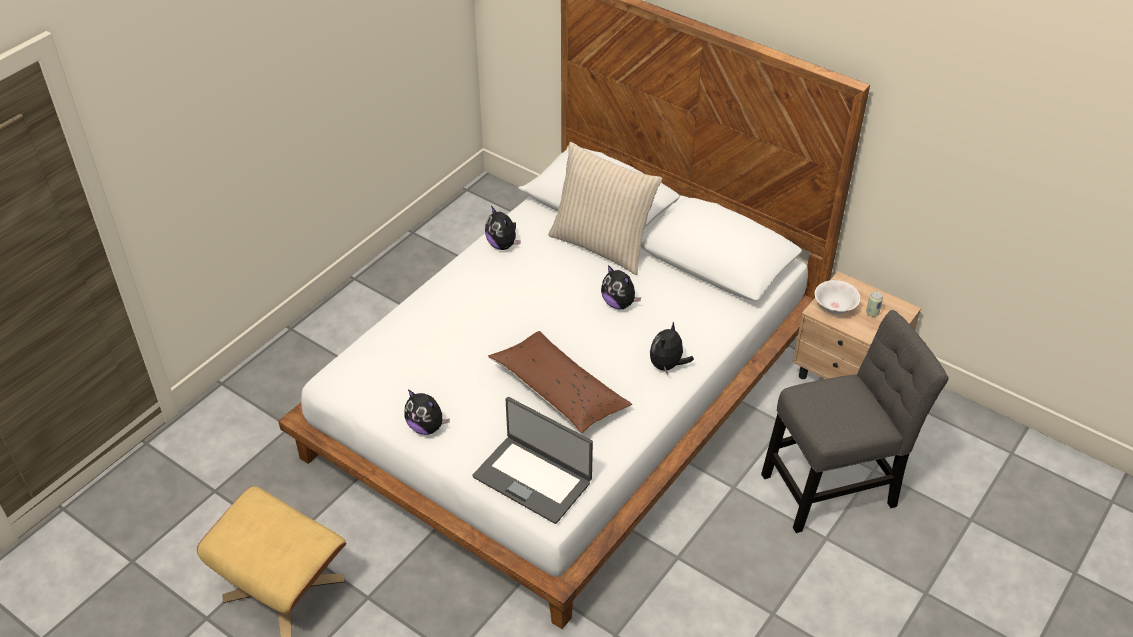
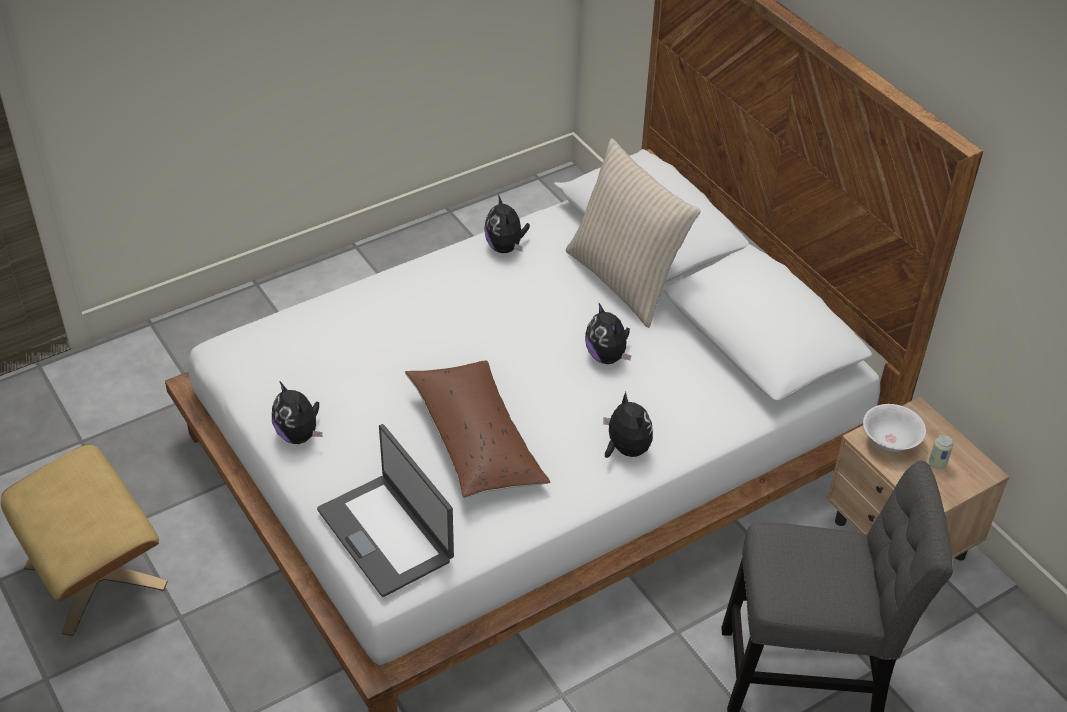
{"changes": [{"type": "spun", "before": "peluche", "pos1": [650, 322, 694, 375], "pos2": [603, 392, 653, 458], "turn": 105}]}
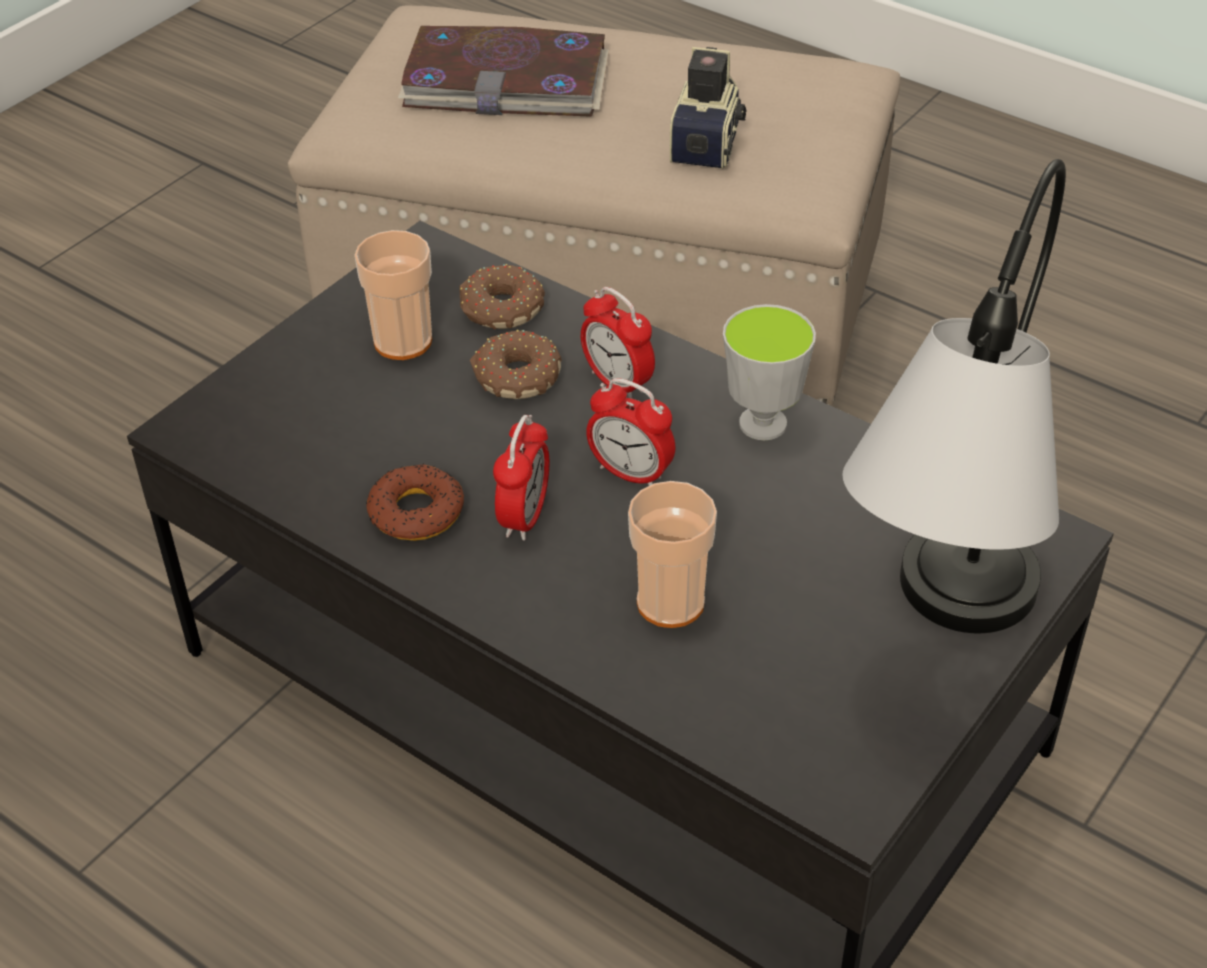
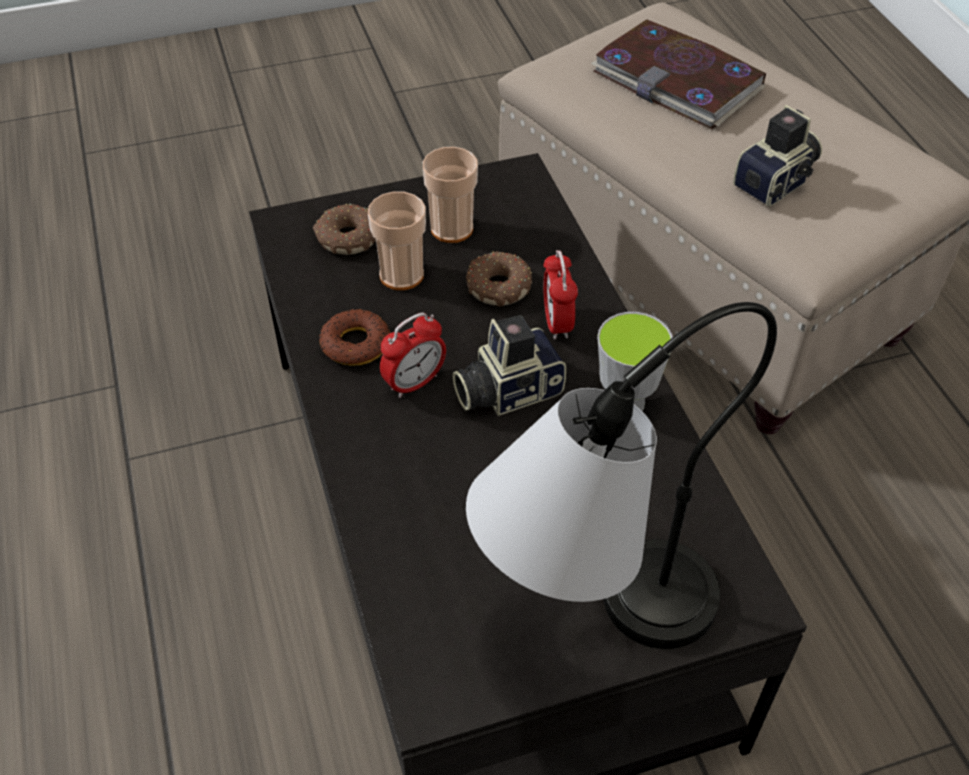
{"changes": [{"type": "relocated", "before": "beignet", "pos1": [460, 264, 545, 330], "pos2": [313, 204, 376, 255]}, {"type": "relocated", "before": "tasse", "pos1": [628, 481, 717, 628], "pos2": [368, 192, 426, 290]}, {"type": "exchanged", "before": "réveil", "after": "appareil photo", "pos1": [586, 378, 675, 486], "pos2": [452, 315, 566, 416]}]}
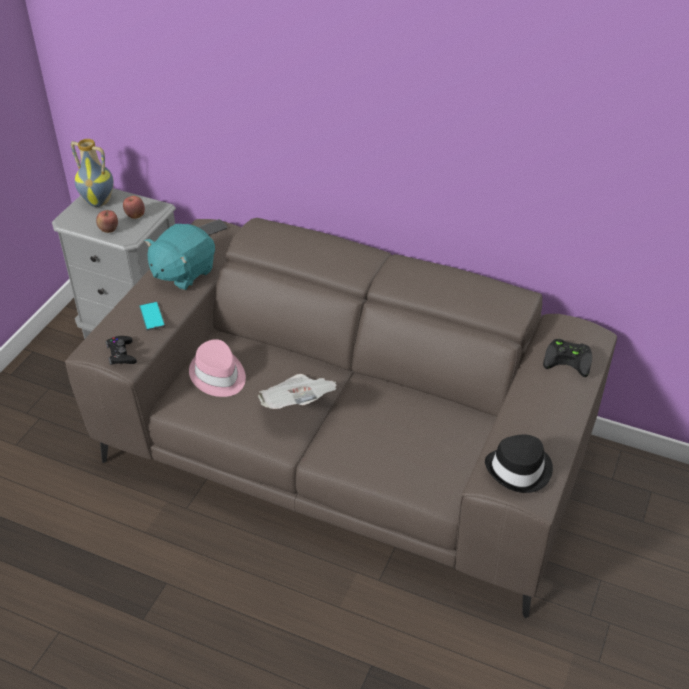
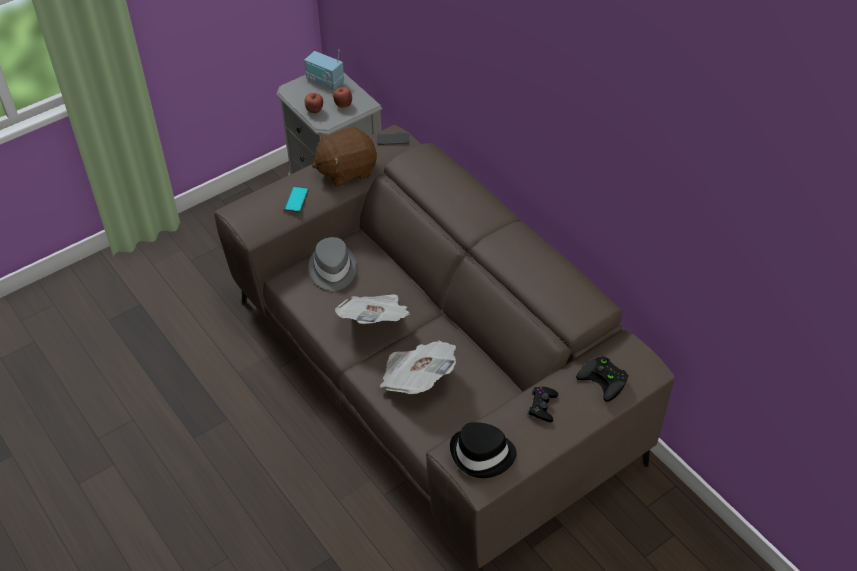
{"changes": [{"type": "appeared", "after": "journal", "pos2": [380, 341, 456, 394]}, {"type": "relocated", "before": "manette/noir", "pos1": [105, 336, 137, 365], "pos2": [528, 387, 558, 422]}, {"type": "exchanged", "before": "vase", "after": "radio", "pos1": [71, 139, 114, 207], "pos2": [304, 50, 344, 90]}, {"type": "colour", "before": "peluche/turquoise", "after": "peluche/marron", "pos1": [145, 224, 215, 290], "pos2": [312, 127, 377, 187]}, {"type": "colour", "before": "chapeau/rose", "after": "chapeau/gris", "pos1": [189, 339, 246, 397], "pos2": [309, 237, 357, 291]}]}
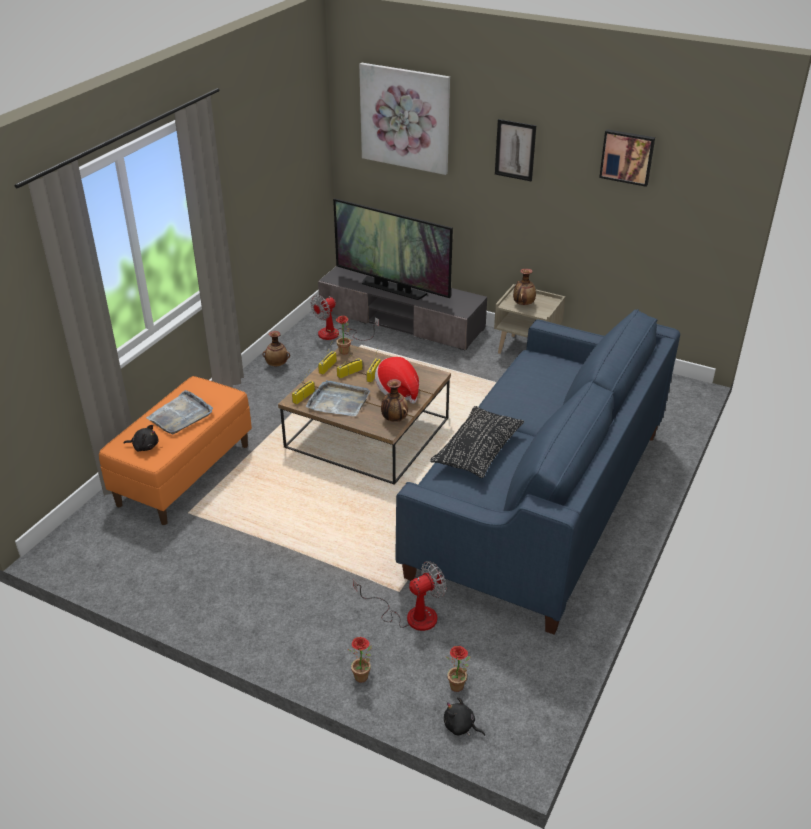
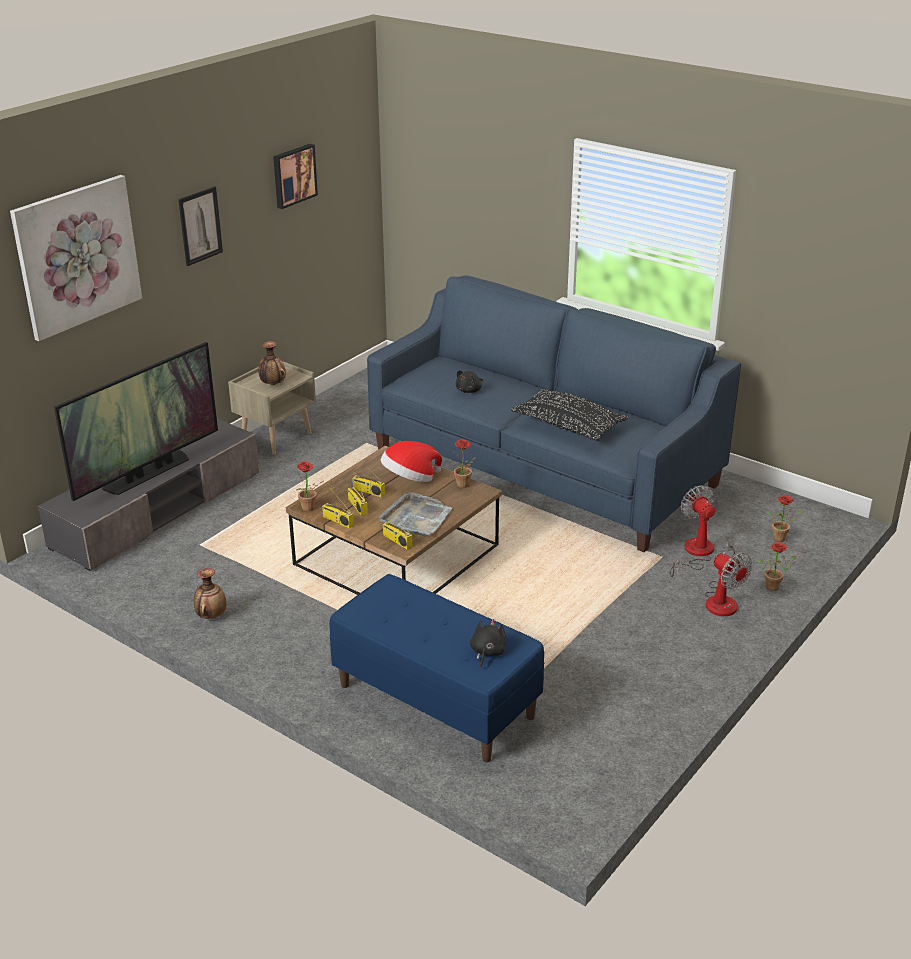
{"changes": [{"type": "missing", "before": "plateau/gris", "pos1": [146, 390, 213, 434]}, {"type": "relocated", "before": "ventilateur", "pos1": [311, 295, 379, 341], "pos2": [705, 539, 752, 616]}, {"type": "relocated", "before": "peluche/noir", "pos1": [444, 697, 485, 736], "pos2": [456, 370, 483, 393]}, {"type": "exchanged", "before": "vase", "after": "plante en pot", "pos1": [381, 379, 408, 422], "pos2": [453, 439, 476, 488]}, {"type": "colour", "before": "banc/orange", "after": "banc/bleu", "pos1": [99, 376, 252, 525], "pos2": [329, 574, 544, 763]}]}
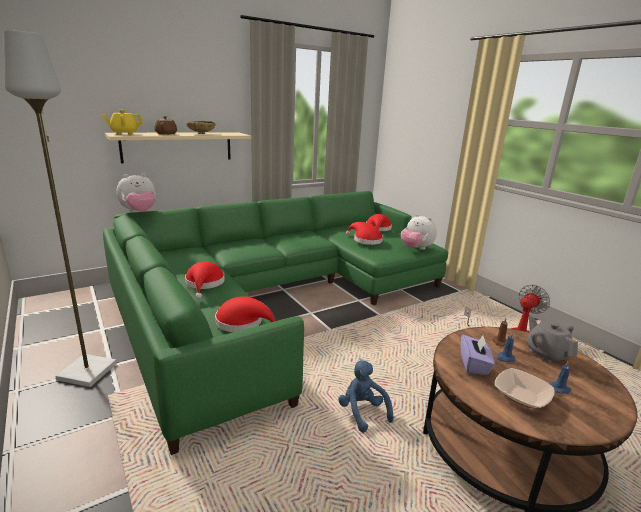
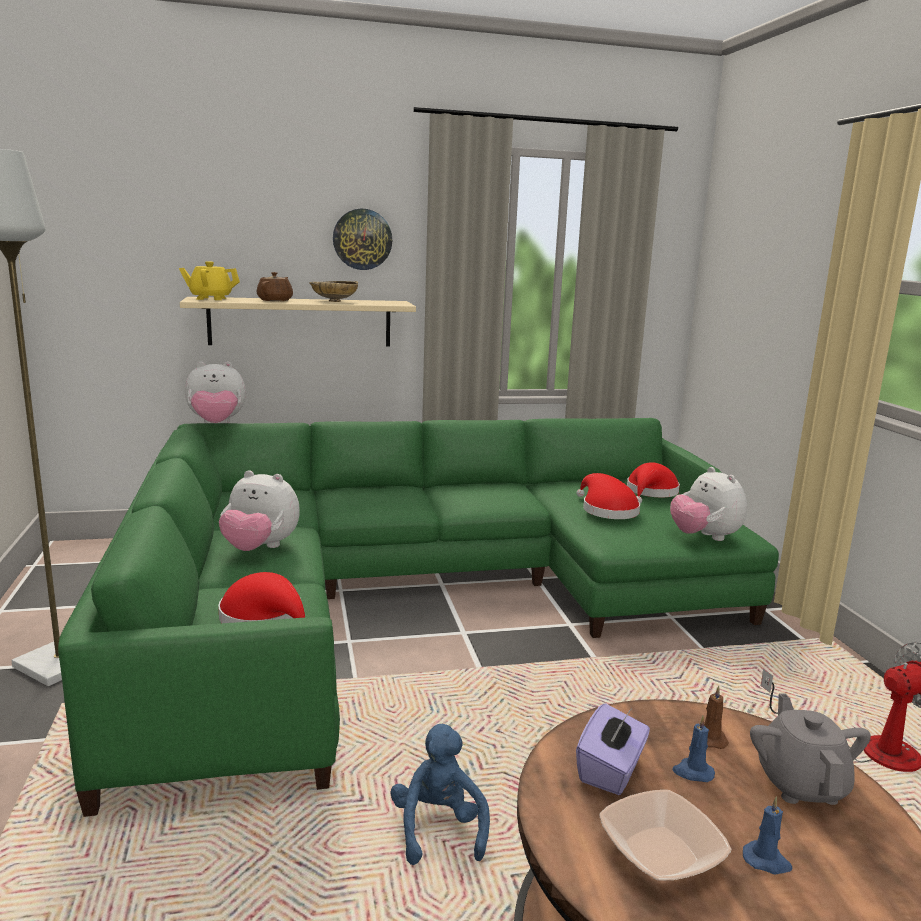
{"changes": [{"type": "appeared", "after": "horloge murale", "pos2": [333, 209, 392, 270]}, {"type": "exchanged", "before": "chapeau/rouge", "after": "peluche", "pos1": [185, 261, 225, 299], "pos2": [219, 470, 300, 551]}]}
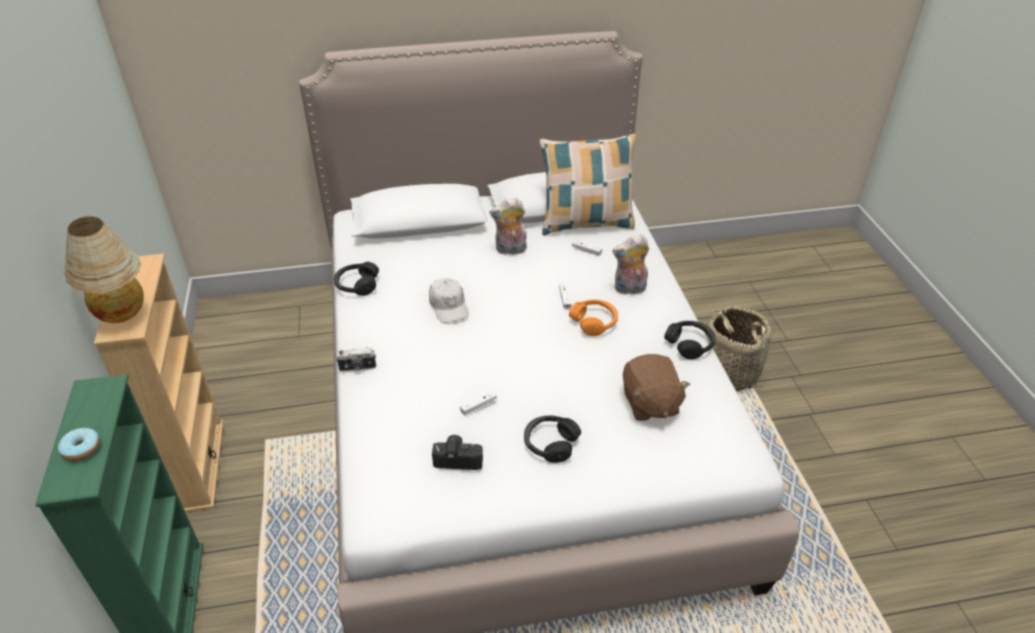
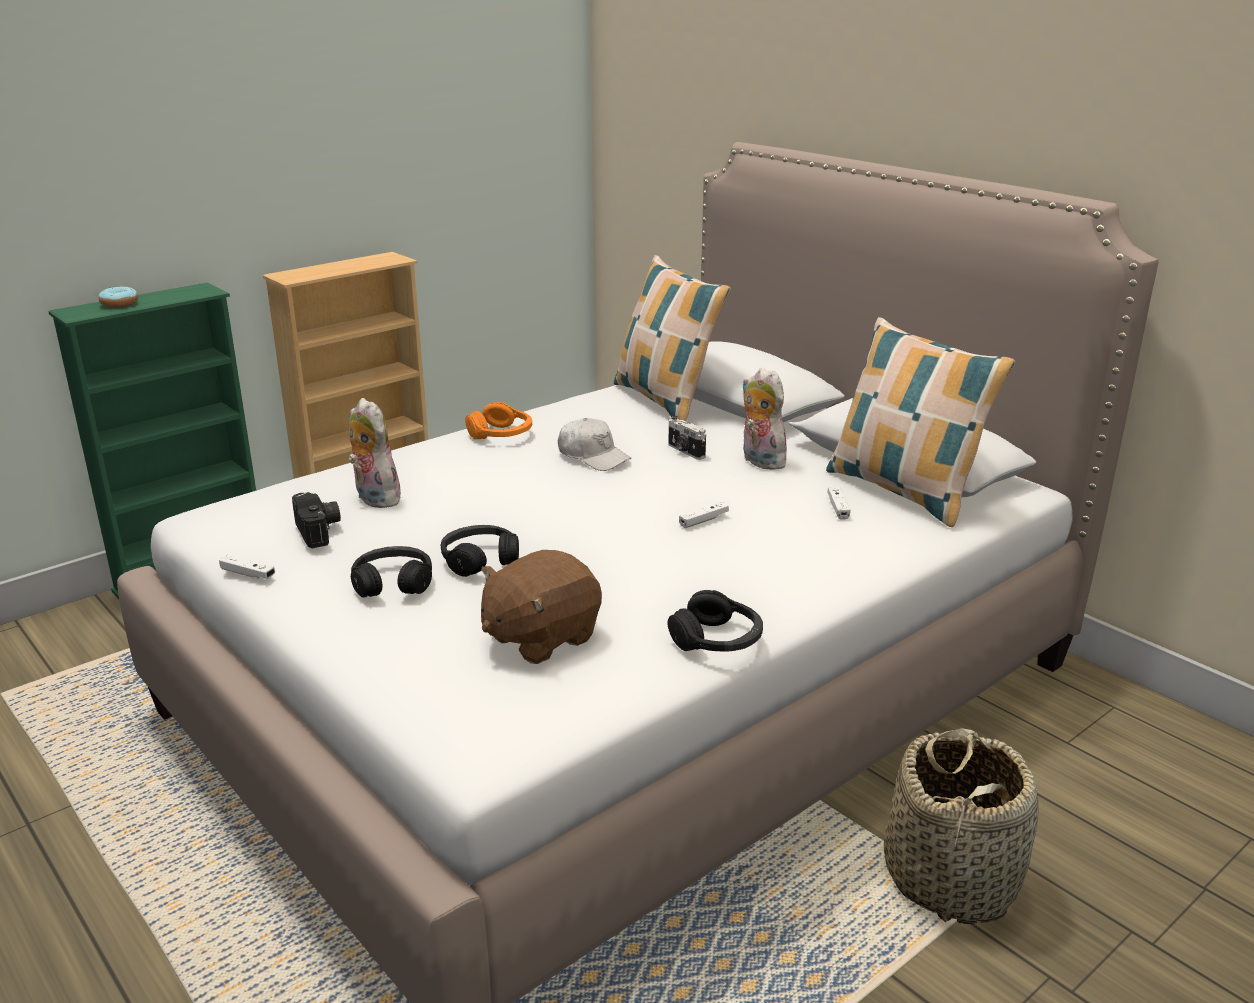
{"changes": [{"type": "missing", "before": "lampe de table", "pos1": [64, 217, 144, 323]}, {"type": "appeared", "after": "coussin", "pos2": [614, 255, 731, 421]}, {"type": "relocated", "before": "casque audio/noir", "pos1": [334, 262, 379, 296], "pos2": [441, 525, 519, 577]}, {"type": "relocated", "before": "appareil photo", "pos1": [336, 347, 376, 372], "pos2": [668, 416, 706, 460]}, {"type": "relocated", "before": "manette/blanc", "pos1": [460, 390, 497, 415], "pos2": [219, 554, 275, 579]}, {"type": "relocated", "before": "casque audio/orange", "pos1": [569, 300, 618, 336], "pos2": [465, 402, 532, 439]}, {"type": "relocated", "before": "peluche", "pos1": [612, 235, 649, 295], "pos2": [348, 398, 401, 508]}, {"type": "spun", "before": "casquette/blanc", "pos1": [429, 278, 469, 323], "pos2": [558, 418, 632, 471], "turn": -90}]}
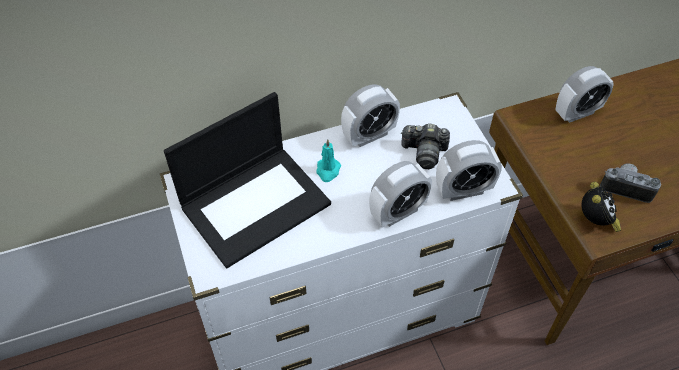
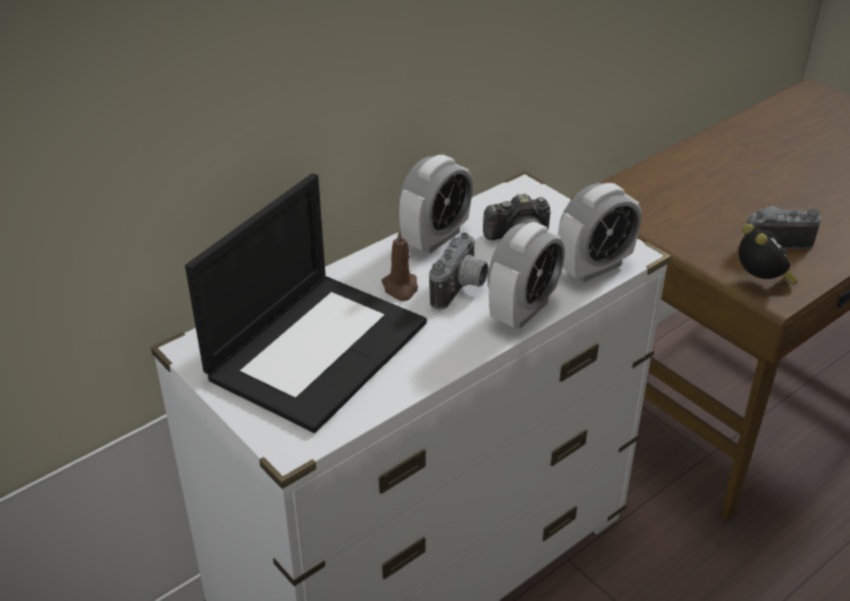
{"changes": [{"type": "missing", "before": "réveil", "pos1": [555, 66, 614, 123]}, {"type": "appeared", "after": "appareil photo", "pos2": [429, 233, 489, 310]}, {"type": "colour", "before": "bougie/turquoise", "after": "bougie/marron", "pos1": [317, 139, 341, 182], "pos2": [381, 229, 418, 301]}]}
